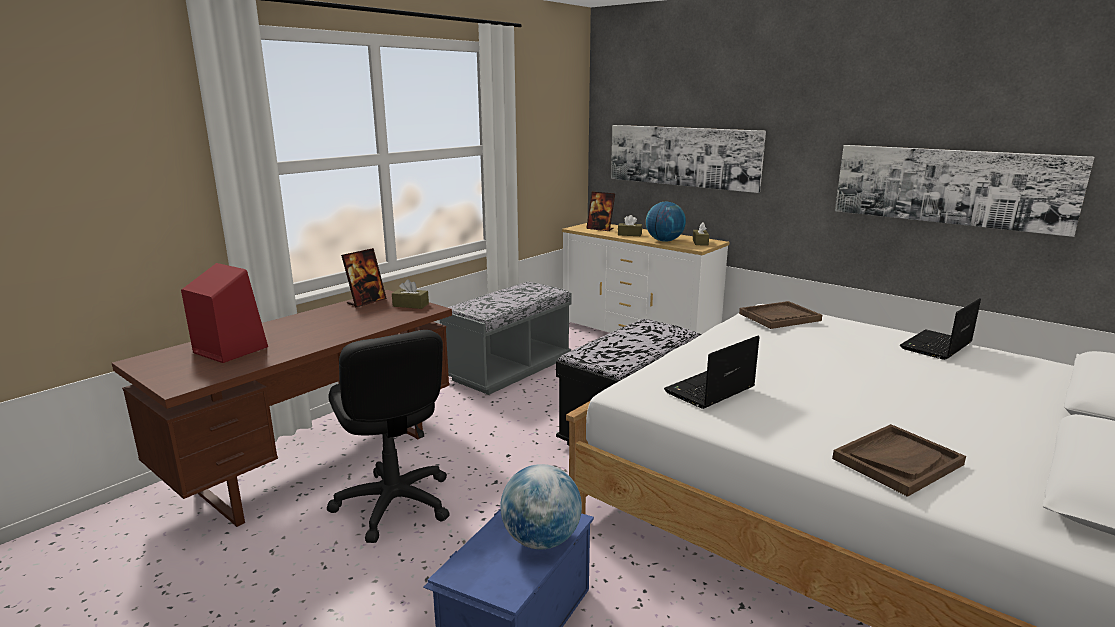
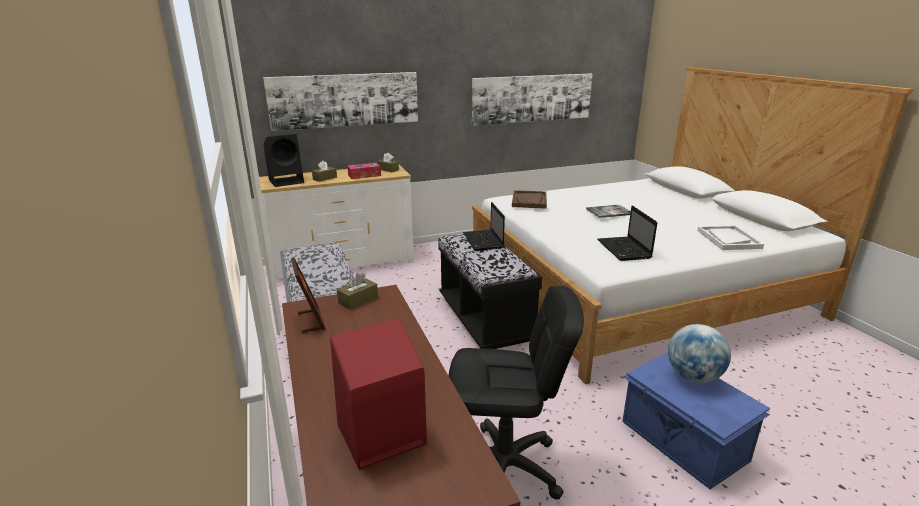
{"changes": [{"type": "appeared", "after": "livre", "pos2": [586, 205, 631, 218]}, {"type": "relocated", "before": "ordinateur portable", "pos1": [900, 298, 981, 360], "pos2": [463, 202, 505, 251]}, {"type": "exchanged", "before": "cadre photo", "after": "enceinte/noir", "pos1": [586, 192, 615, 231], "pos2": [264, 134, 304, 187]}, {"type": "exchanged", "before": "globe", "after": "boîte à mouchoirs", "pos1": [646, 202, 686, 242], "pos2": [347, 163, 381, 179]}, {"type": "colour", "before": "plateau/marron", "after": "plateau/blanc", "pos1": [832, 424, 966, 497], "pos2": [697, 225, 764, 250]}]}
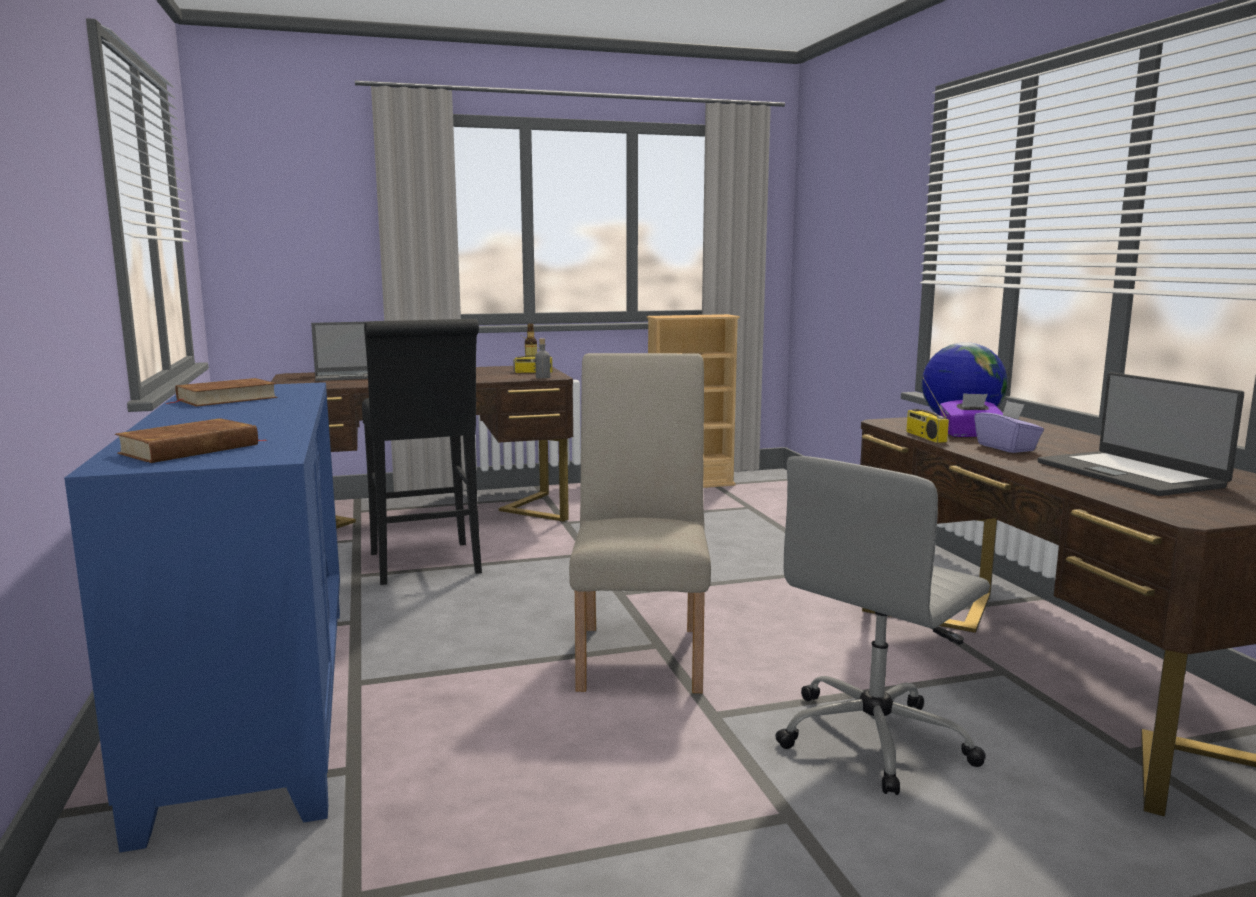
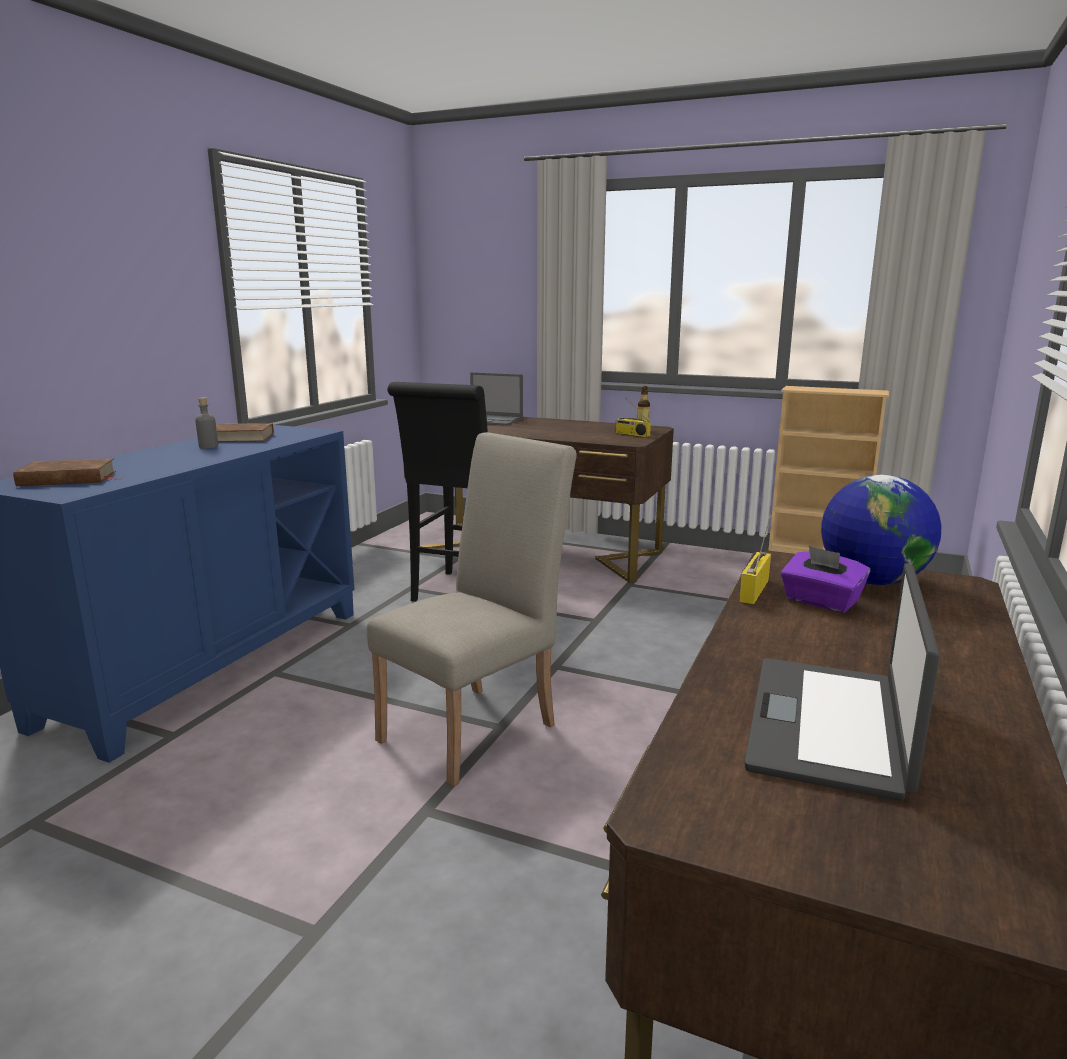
{"changes": [{"type": "missing", "before": "chaise de bureau/gris", "pos1": [775, 456, 990, 795]}, {"type": "missing", "before": "boîte à mouchoirs/violet", "pos1": [974, 401, 1044, 453]}, {"type": "relocated", "before": "bouteille/gris", "pos1": [535, 338, 550, 379], "pos2": [195, 397, 218, 448]}]}
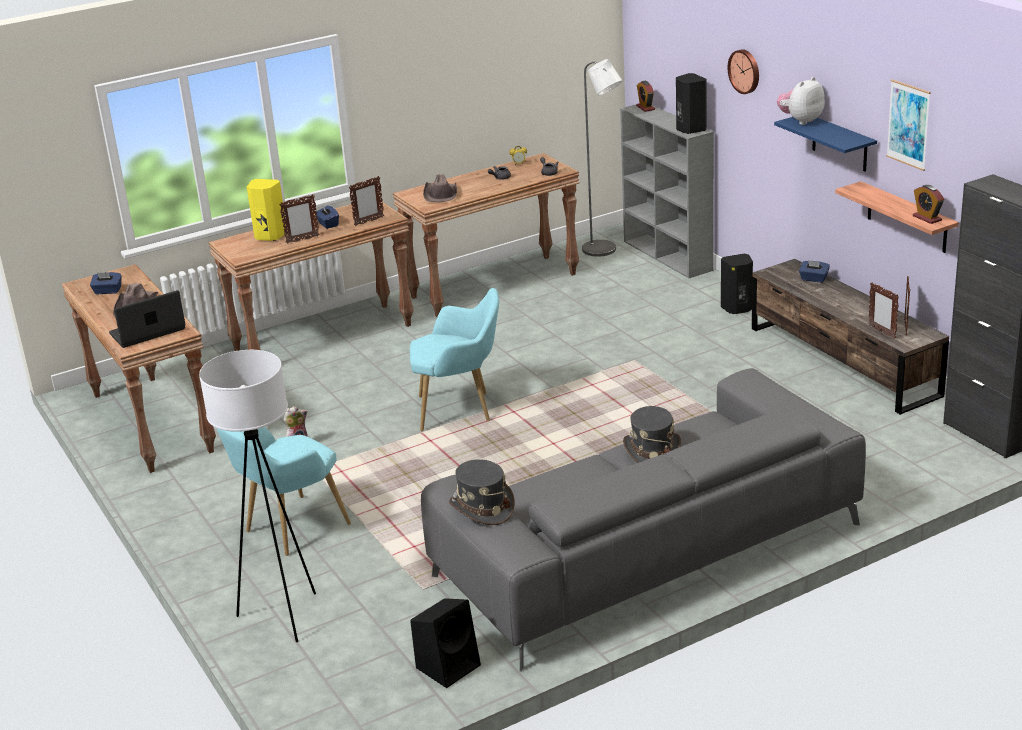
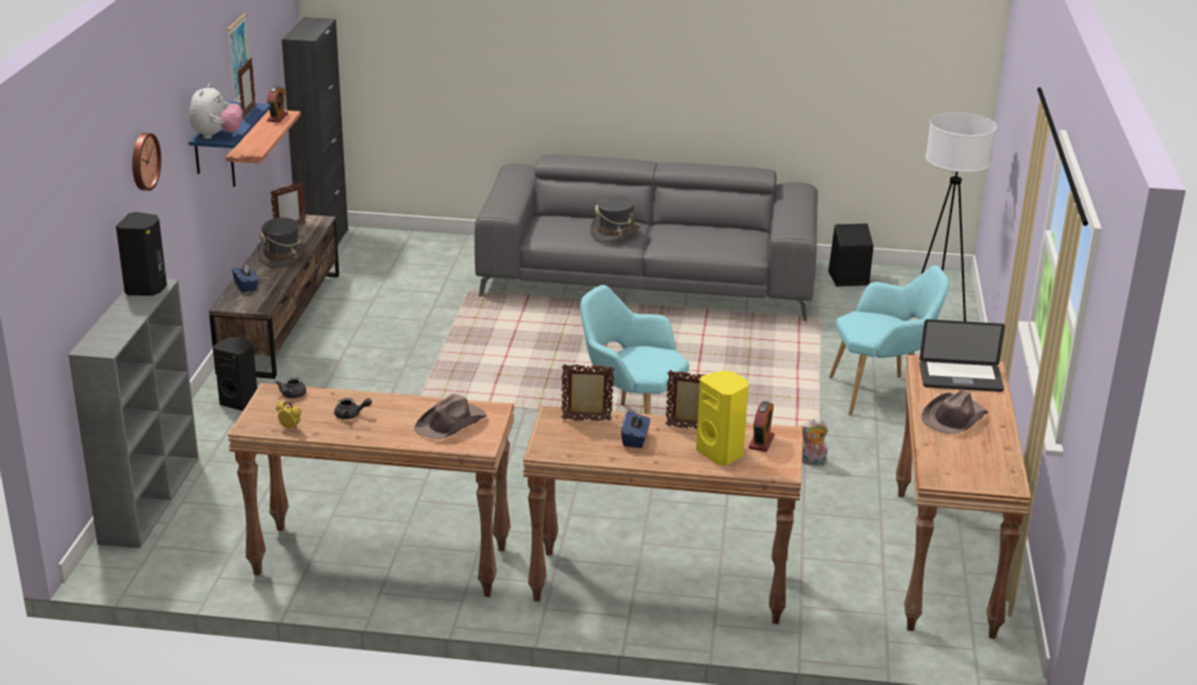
{"changes": [{"type": "missing", "before": "boîte à mouchoirs/bleu", "pos1": [90, 272, 122, 294]}, {"type": "missing", "before": "lampadaire/gris", "pos1": [582, 59, 623, 257]}, {"type": "relocated", "before": "chapeau/gris", "pos1": [449, 459, 515, 525], "pos2": [256, 218, 307, 269]}, {"type": "relocated", "before": "réveil", "pos1": [636, 81, 655, 112], "pos2": [749, 401, 775, 452]}, {"type": "relocated", "before": "cadre photo", "pos1": [868, 282, 899, 339], "pos2": [238, 57, 256, 119]}, {"type": "spun", "before": "peluche", "pos1": [777, 77, 825, 125], "pos2": [189, 84, 243, 139], "turn": -75}]}
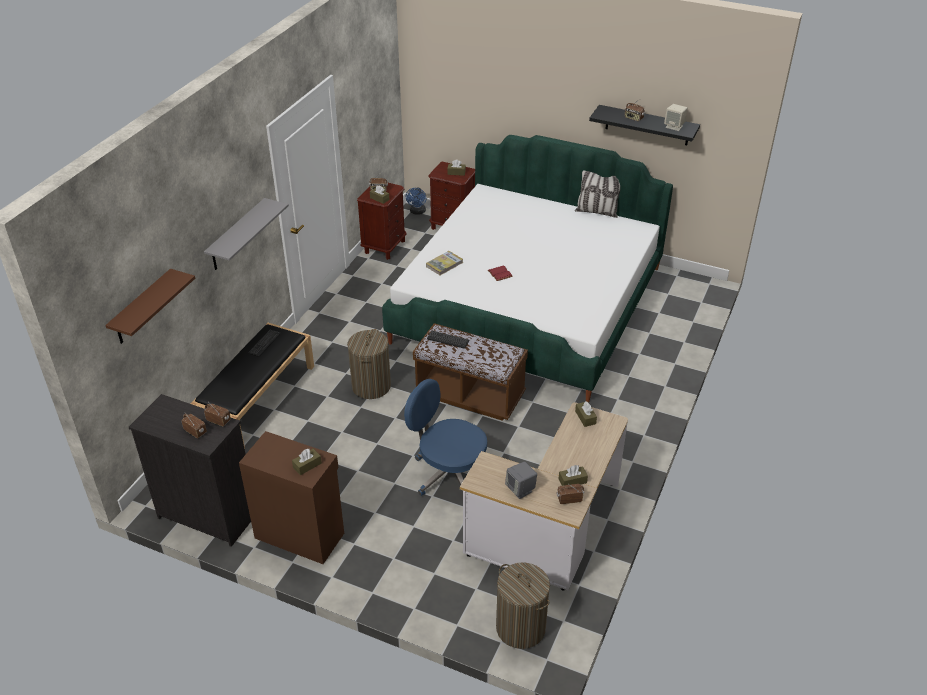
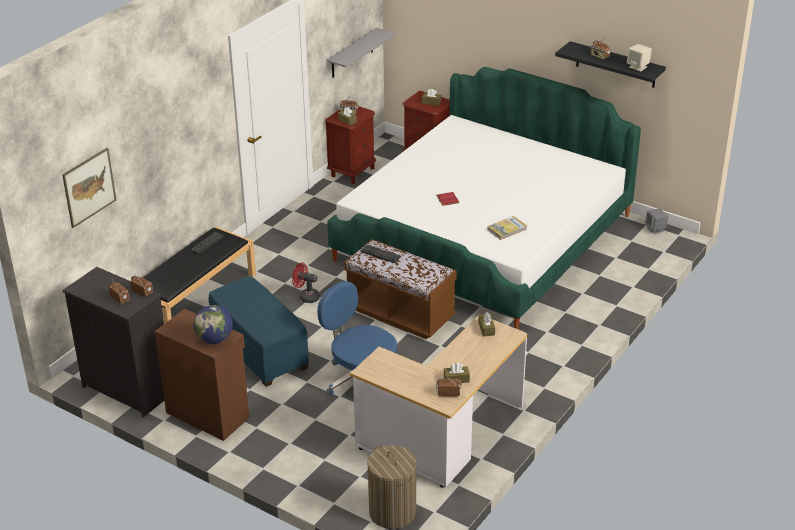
{"changes": [{"type": "missing", "before": "ventilateur/bleu", "pos1": [406, 187, 427, 215]}, {"type": "missing", "before": "coussin", "pos1": [575, 171, 620, 218]}, {"type": "appeared", "after": "pouf/bleu", "pos2": [209, 276, 309, 387]}, {"type": "relocated", "before": "étagère/gris", "pos1": [204, 198, 289, 270], "pos2": [326, 28, 396, 78]}, {"type": "relocated", "before": "livre", "pos1": [426, 251, 463, 275], "pos2": [487, 216, 527, 240]}, {"type": "relocated", "before": "enceinte/gris", "pos1": [505, 462, 537, 499], "pos2": [644, 209, 669, 234]}, {"type": "exchanged", "before": "étagère/marron", "after": "tableau", "pos1": [105, 269, 195, 344], "pos2": [62, 148, 116, 228]}, {"type": "exchanged", "before": "boîte à mouchoirs/marron", "after": "globe", "pos1": [292, 449, 322, 475], "pos2": [194, 305, 233, 344]}, {"type": "exchanged", "before": "panier à linge", "after": "ventilateur/rouge", "pos1": [347, 329, 391, 399], "pos2": [292, 263, 320, 303]}]}
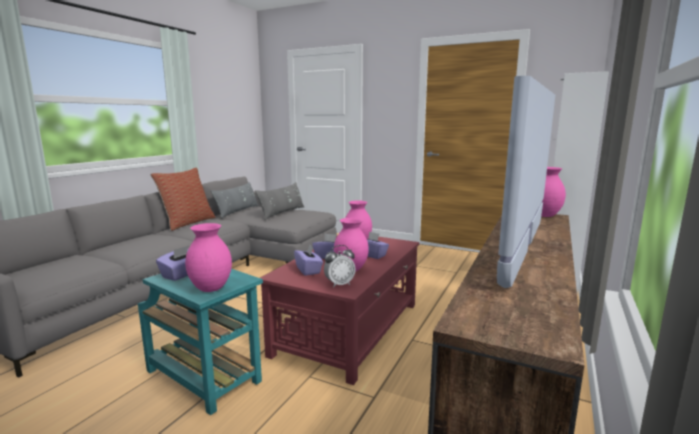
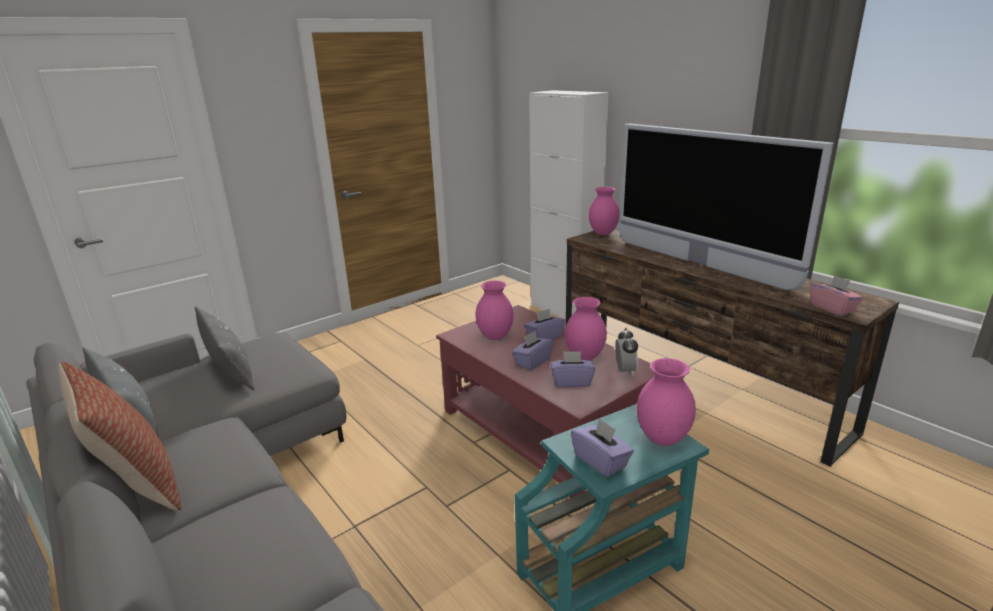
{"changes": [{"type": "appeared", "after": "boîte à mouchoirs/rose", "pos2": [810, 275, 863, 316]}]}
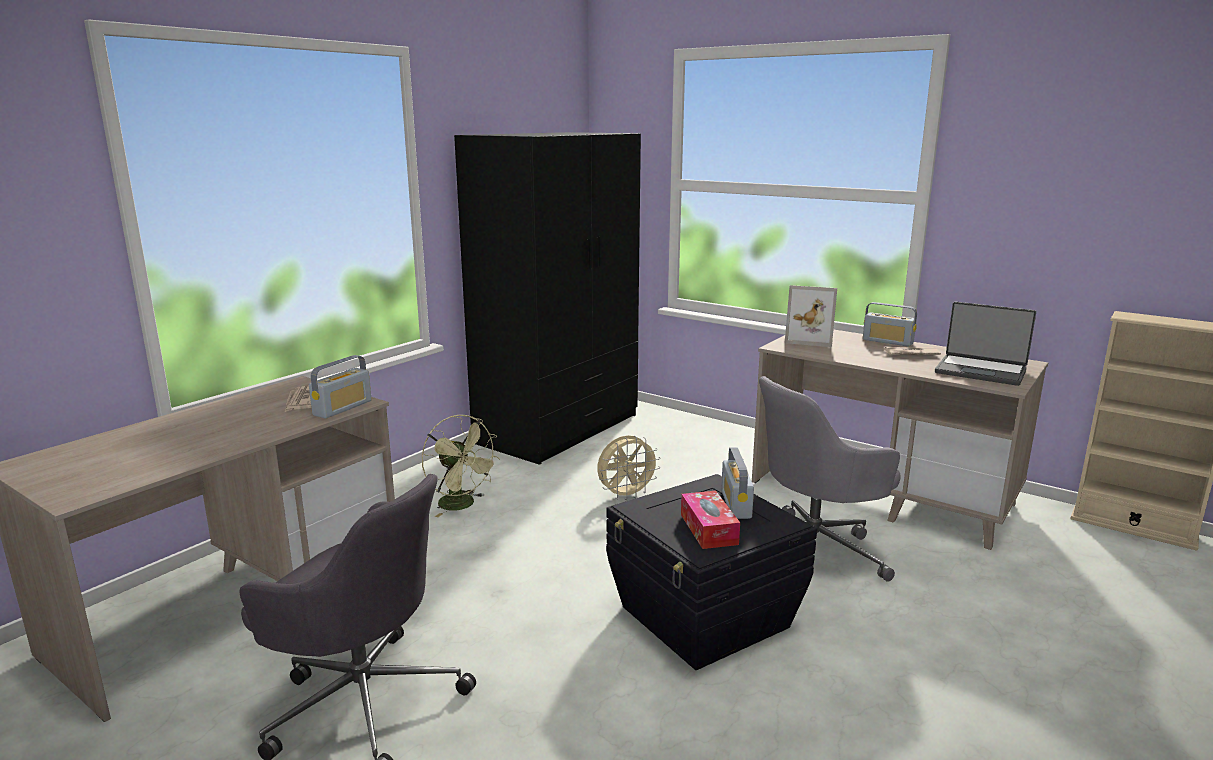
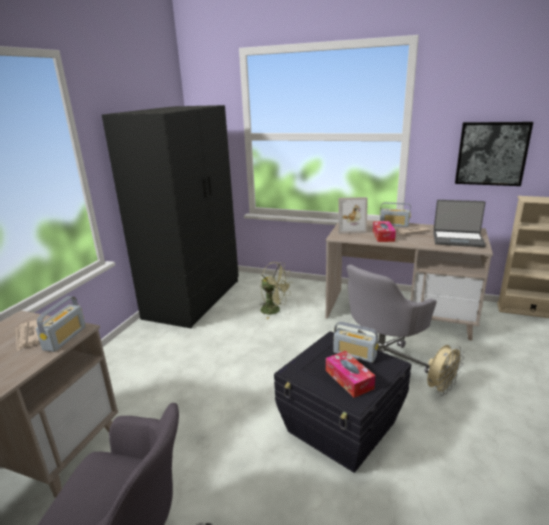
{"changes": [{"type": "appeared", "after": "boîte à mouchoirs", "pos2": [373, 221, 396, 242]}, {"type": "appeared", "after": "tableau", "pos2": [455, 122, 533, 186]}, {"type": "relocated", "before": "ventilateur/vert", "pos1": [422, 415, 500, 517], "pos2": [260, 262, 293, 319]}, {"type": "relocated", "before": "ventilateur/beige", "pos1": [597, 435, 661, 500], "pos2": [427, 345, 464, 396]}, {"type": "spun", "before": "radio", "pos1": [721, 447, 754, 519], "pos2": [333, 322, 378, 363], "turn": -45}]}
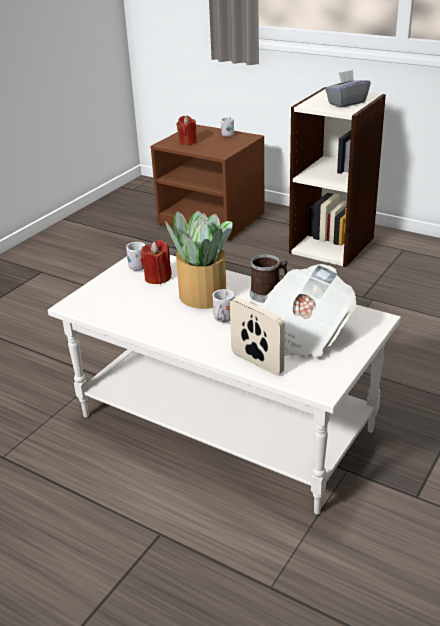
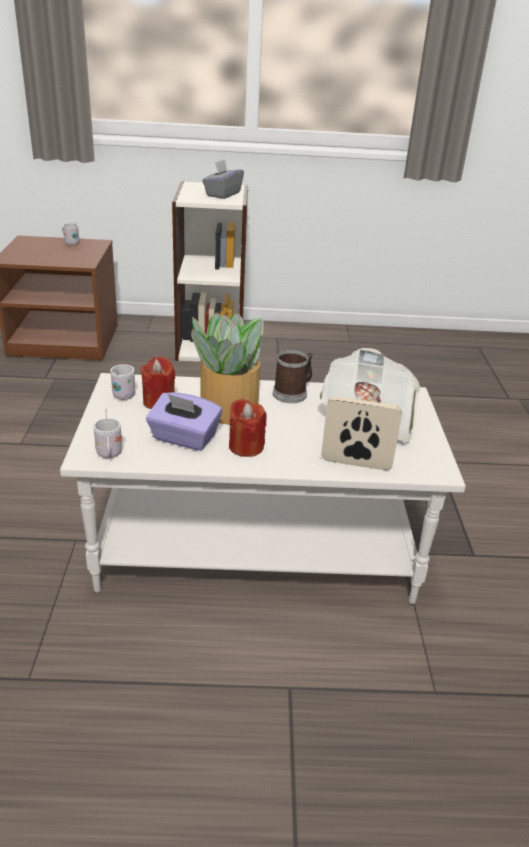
{"changes": [{"type": "appeared", "after": "boîte à mouchoirs/violet", "pos2": [146, 392, 222, 451]}, {"type": "relocated", "before": "bougie/rouge", "pos1": [177, 116, 197, 145], "pos2": [229, 399, 267, 457]}, {"type": "relocated", "before": "mug/blanc", "pos1": [212, 282, 234, 322], "pos2": [93, 409, 122, 458]}]}
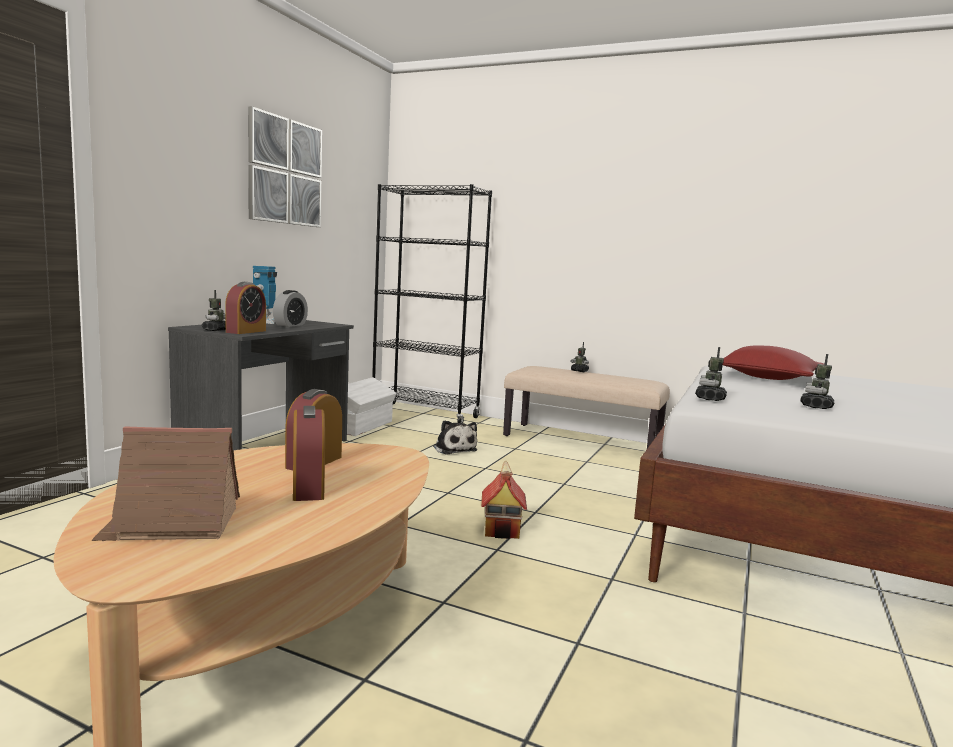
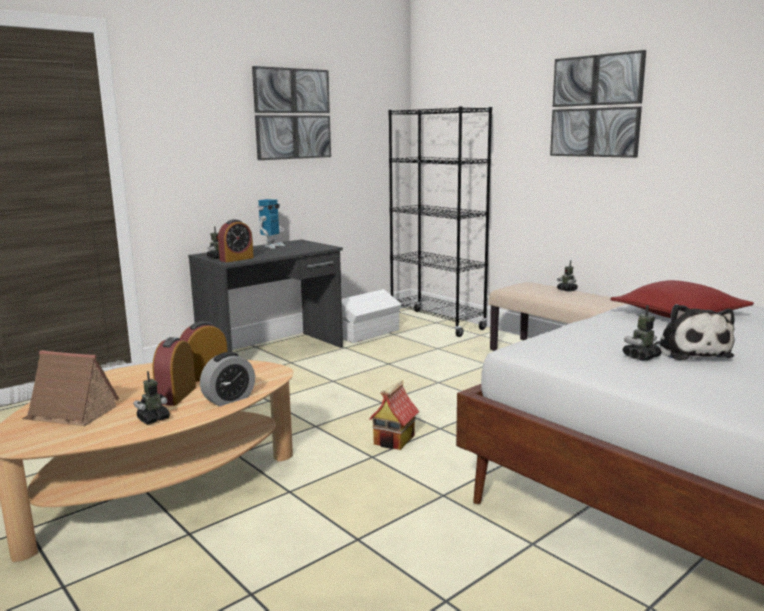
{"changes": [{"type": "appeared", "after": "tableau", "pos2": [550, 50, 646, 158]}, {"type": "relocated", "before": "réveil", "pos1": [273, 290, 308, 327], "pos2": [200, 352, 255, 406]}, {"type": "relocated", "before": "peluche", "pos1": [433, 420, 477, 455], "pos2": [654, 304, 735, 360]}, {"type": "relocated", "before": "robot jouet", "pos1": [695, 347, 727, 401], "pos2": [133, 371, 170, 424]}]}
